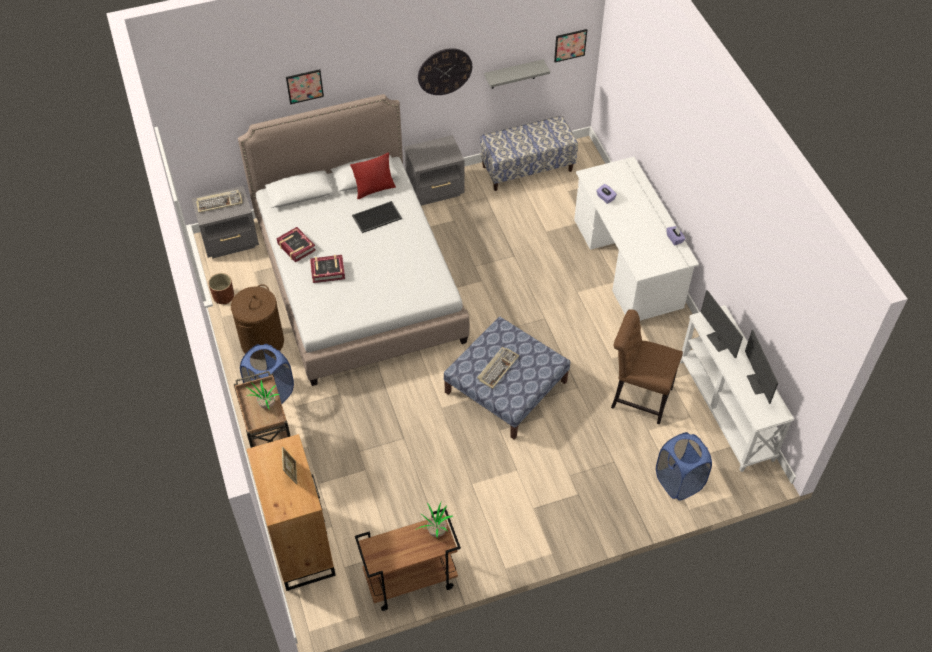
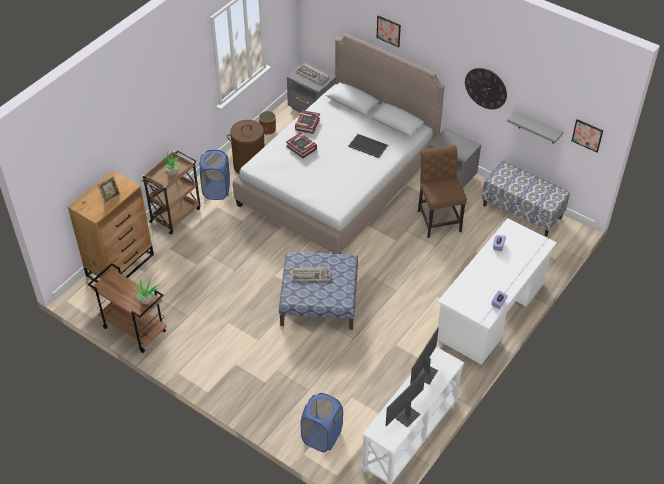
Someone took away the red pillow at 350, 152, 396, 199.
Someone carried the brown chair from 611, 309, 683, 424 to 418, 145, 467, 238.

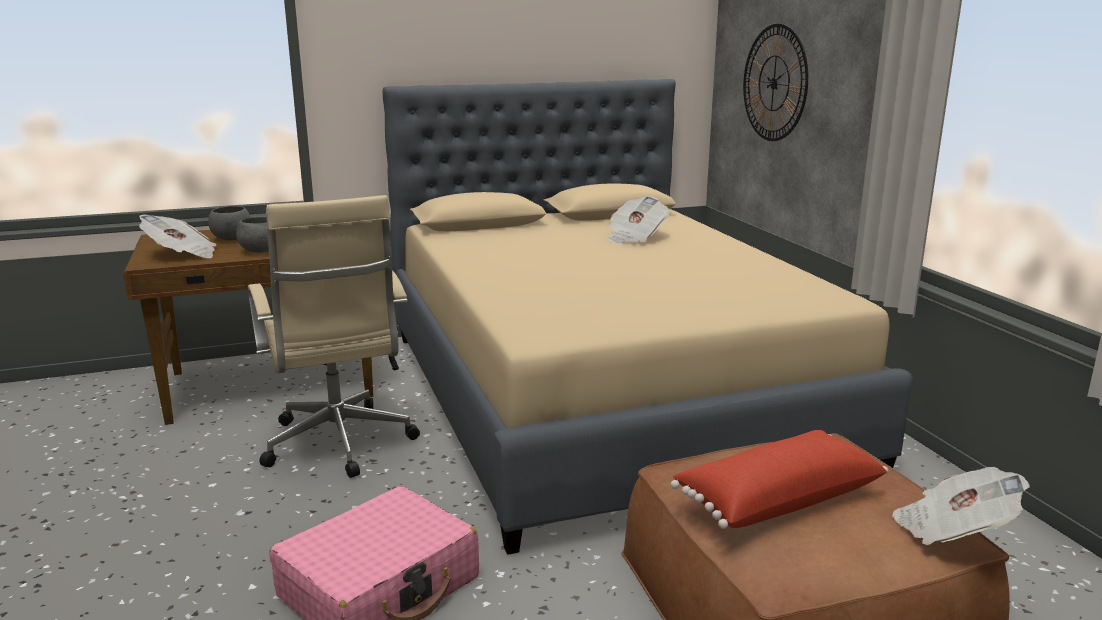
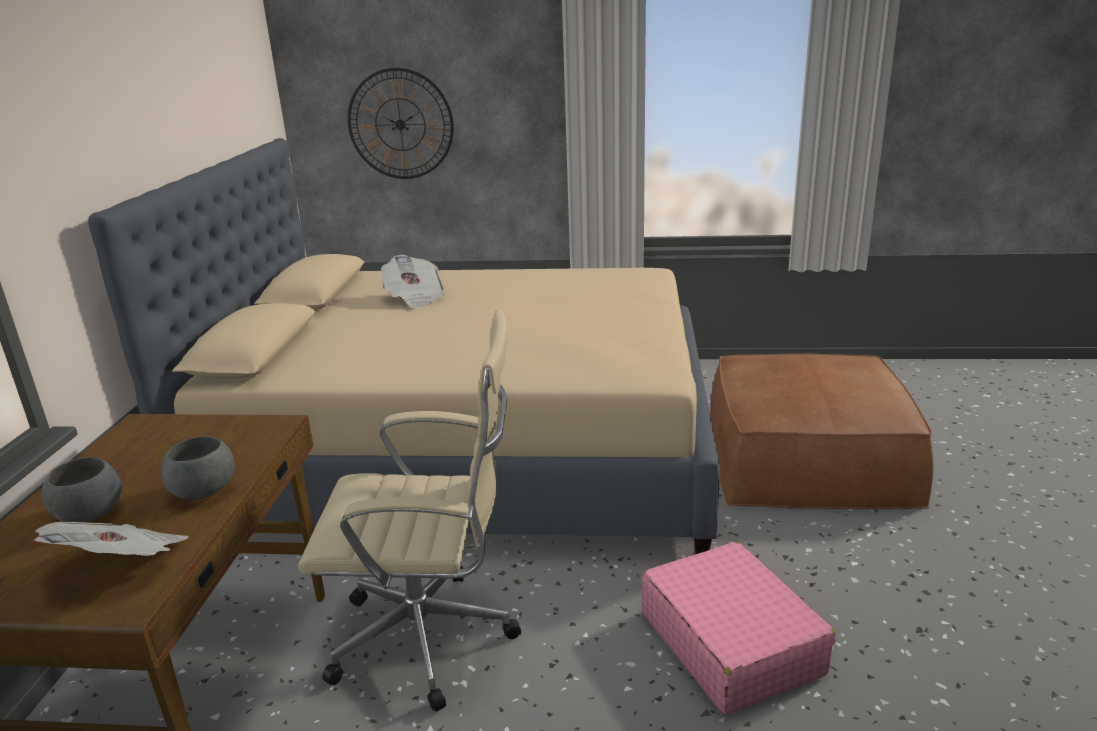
Someone took away the red pillow at 671, 430, 889, 529.
Someone took away the newspaper at 892, 467, 1030, 545.

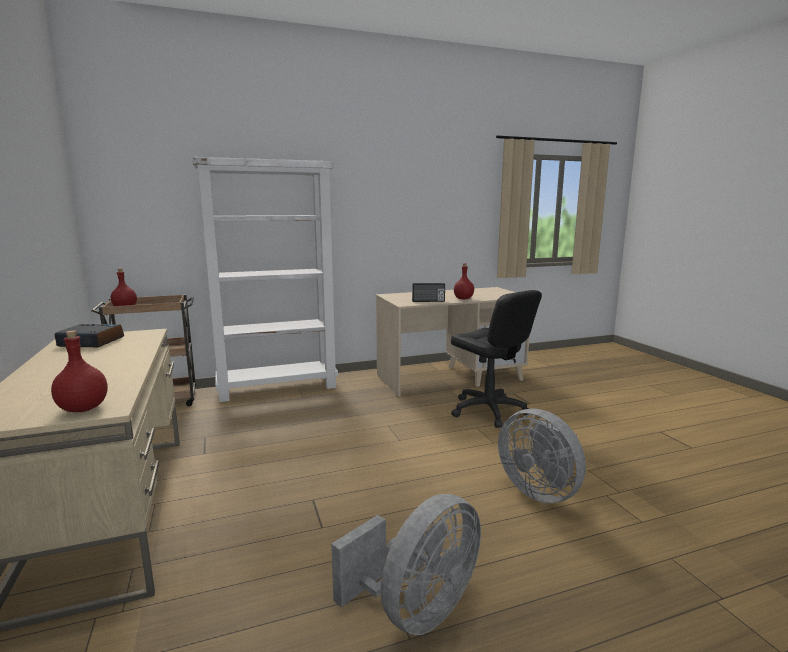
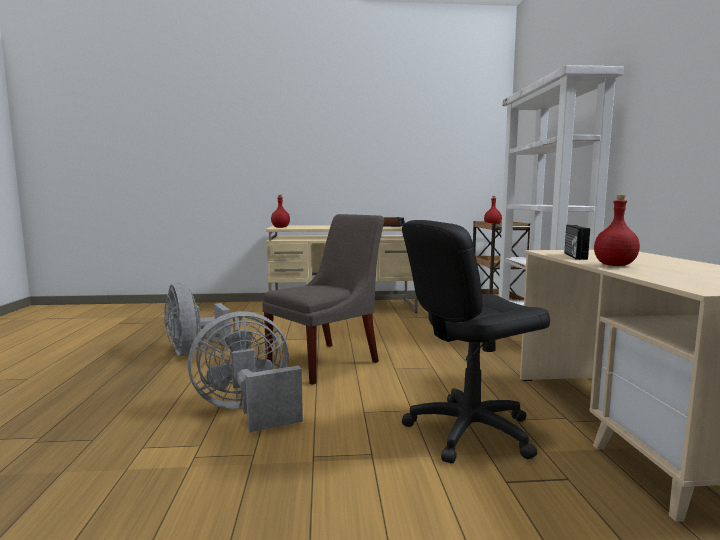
Someone put down the grey chair at 262, 214, 384, 385.

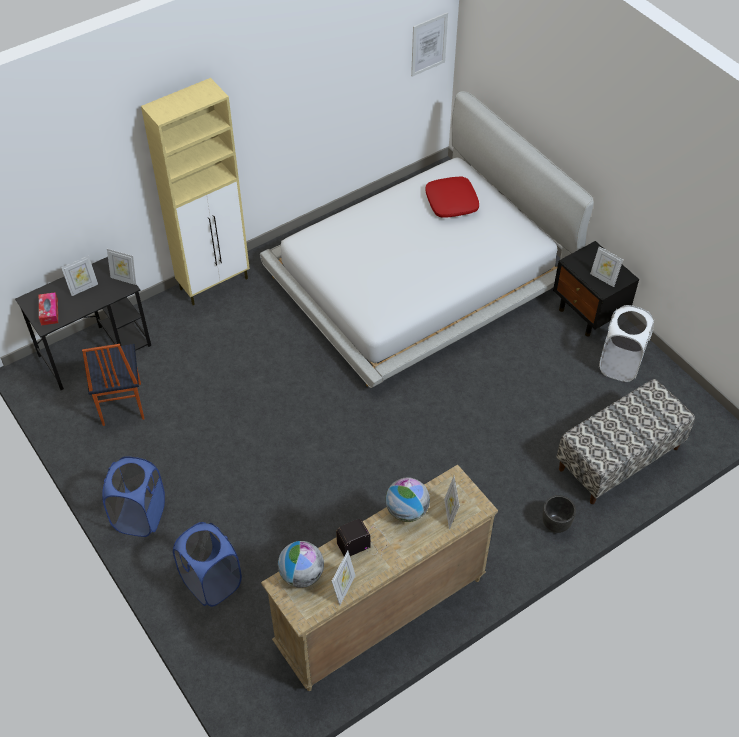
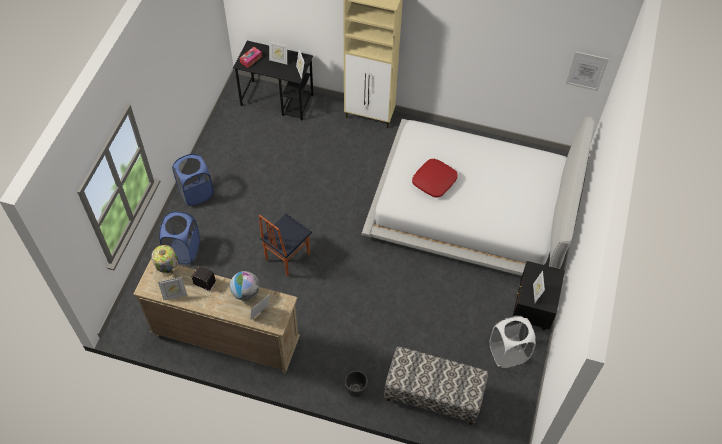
Someone carried the chair from 82, 344, 144, 426 to 259, 214, 312, 277.
Someone carried the red pillow from 425, 177, 479, 218 to 412, 159, 458, 198.
Someone swapped the globe at 278, 541, 324, 588 for the table lamp at 151, 245, 178, 277.

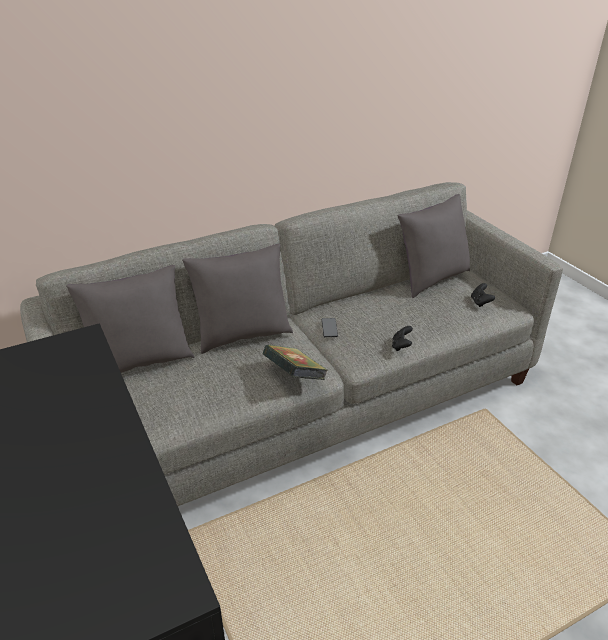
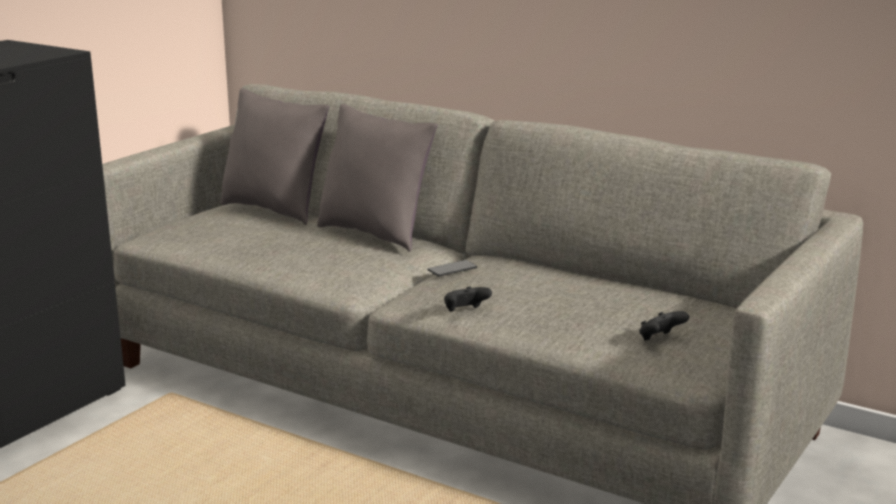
Someone took away the book at 263, 345, 328, 380.
Someone took away the grey pillow at 397, 194, 470, 298.

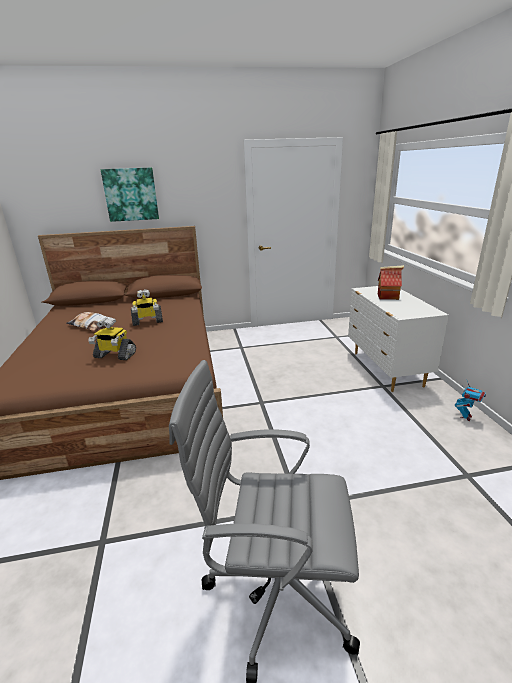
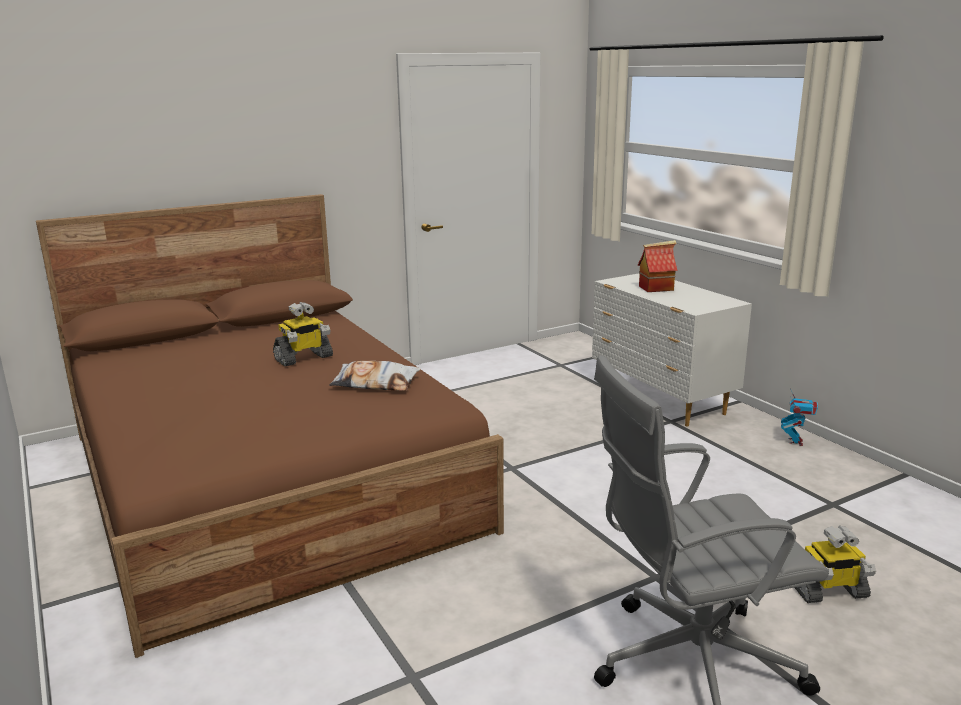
Someone took away the picture at 101, 168, 159, 222.
Someone carried the pillow from 66, 312, 110, 331 to 329, 361, 420, 391.
Someone carried the toy robot from 88, 317, 136, 360 to 794, 525, 876, 603.

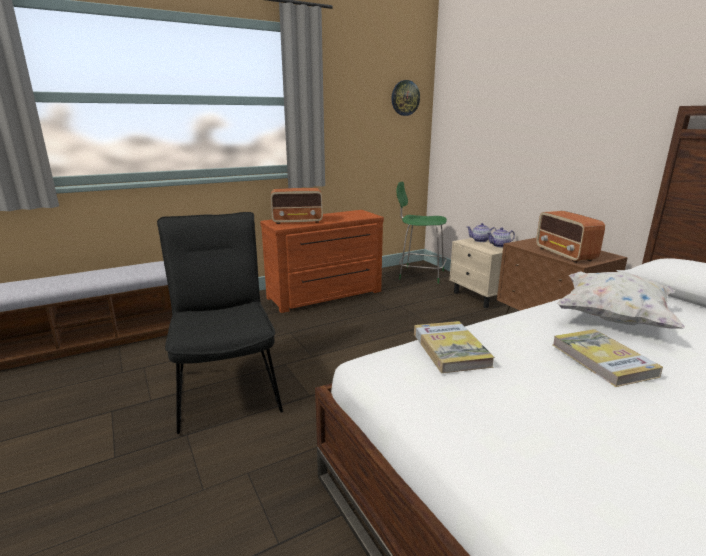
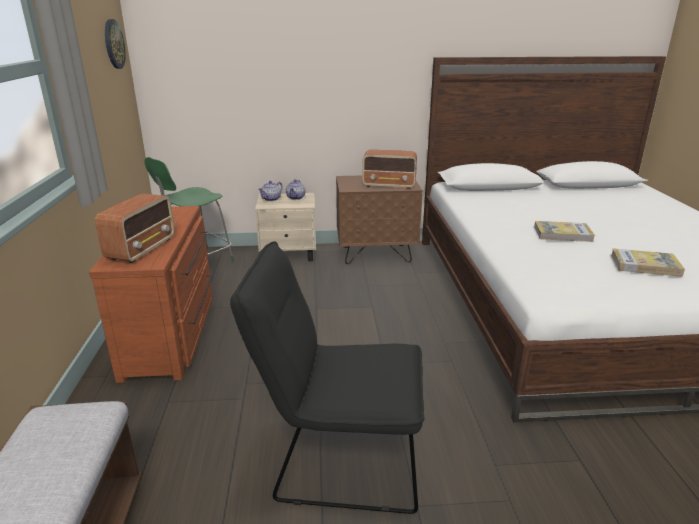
Someone took away the white pillow at 556, 271, 685, 329.
Someone carried the book from 414, 321, 495, 373 to 611, 248, 685, 277.

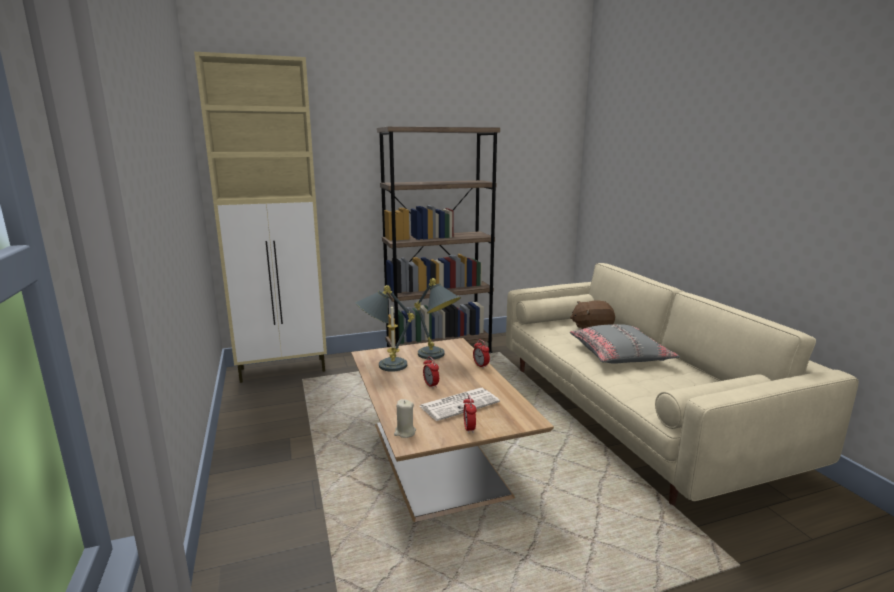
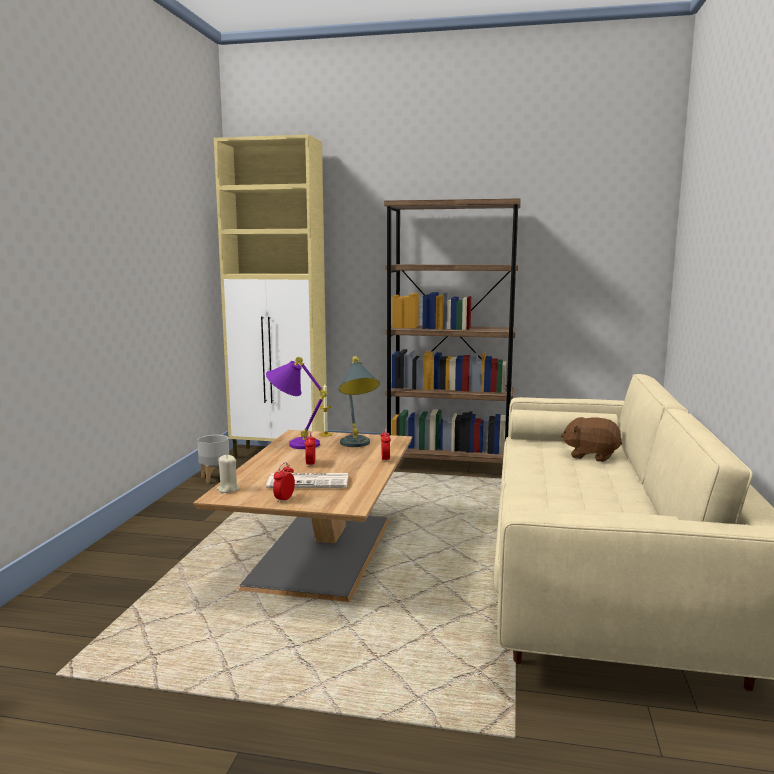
Someone took away the grey pillow at 570, 324, 680, 364.
Someone put down the grey planter at 197, 435, 229, 483.
Someone repainted the grey table lamp at 355, 285, 415, 372, which became the purple table lamp at 266, 357, 328, 449.

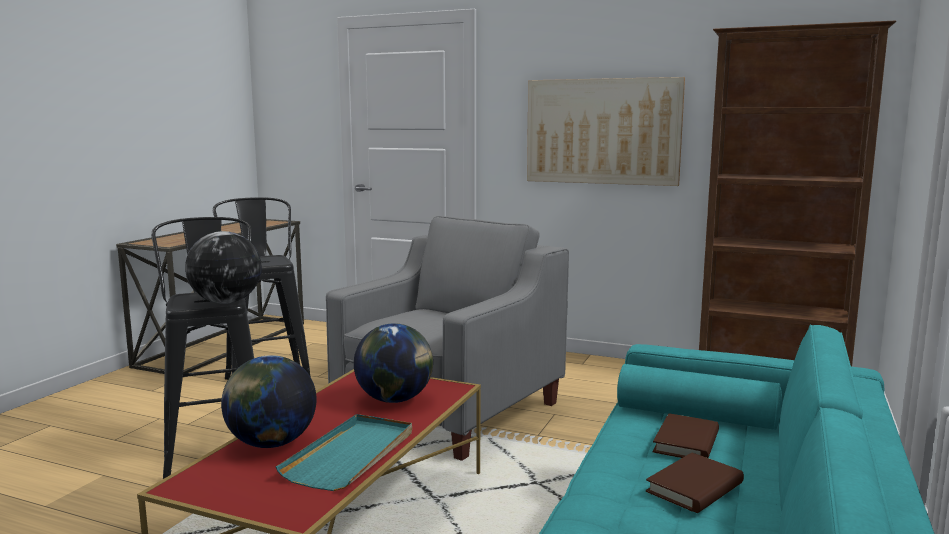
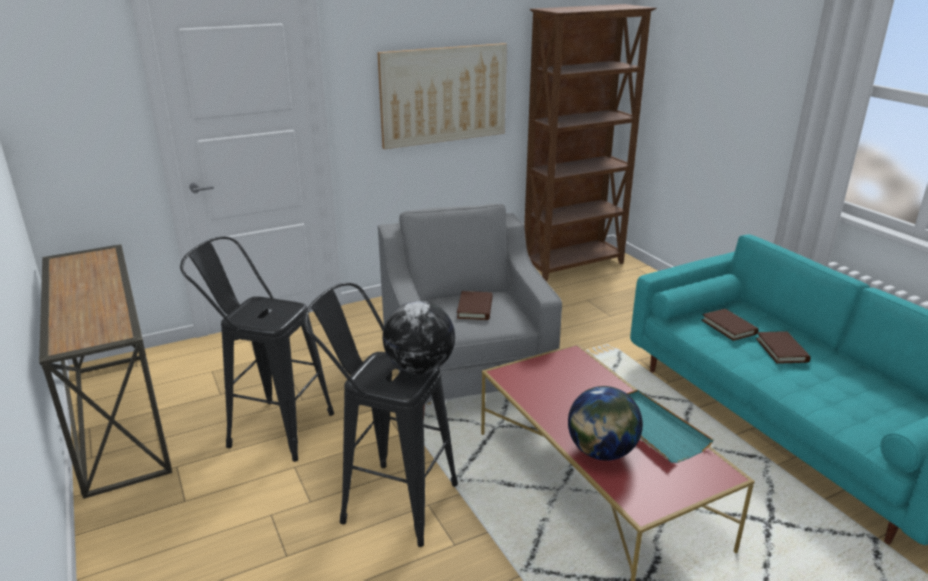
Someone took away the globe at 354, 323, 433, 403.
Someone put down the brown book at 457, 291, 493, 320.

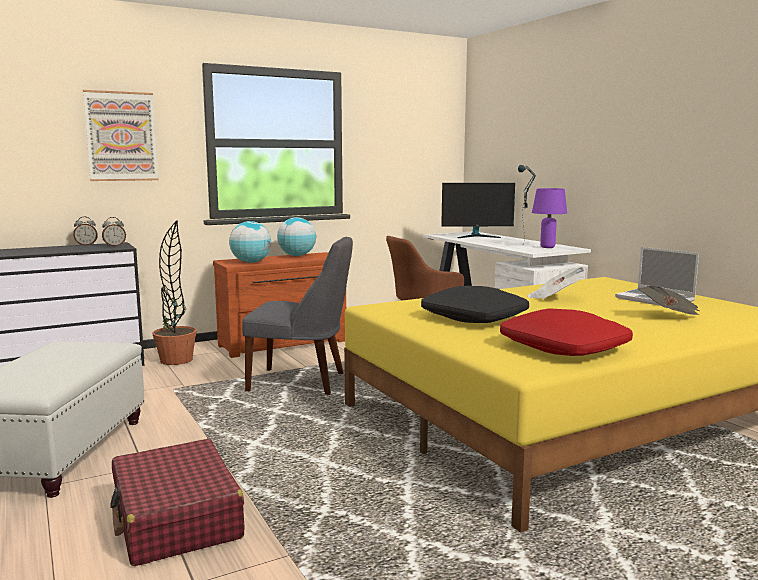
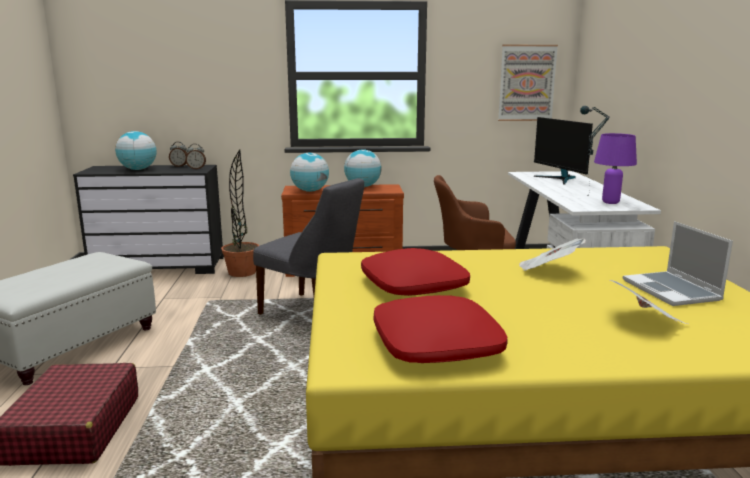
Someone put down the globe at 115, 131, 157, 170.
Someone carried the picture from 83, 90, 158, 181 to 498, 45, 558, 121.
Someone repainted the black pillow at 421, 286, 529, 323, which became the red pillow at 361, 248, 470, 296.
Someone rotated the monitor at 441, 183, 515, 238 by 45 degrees clockwise.

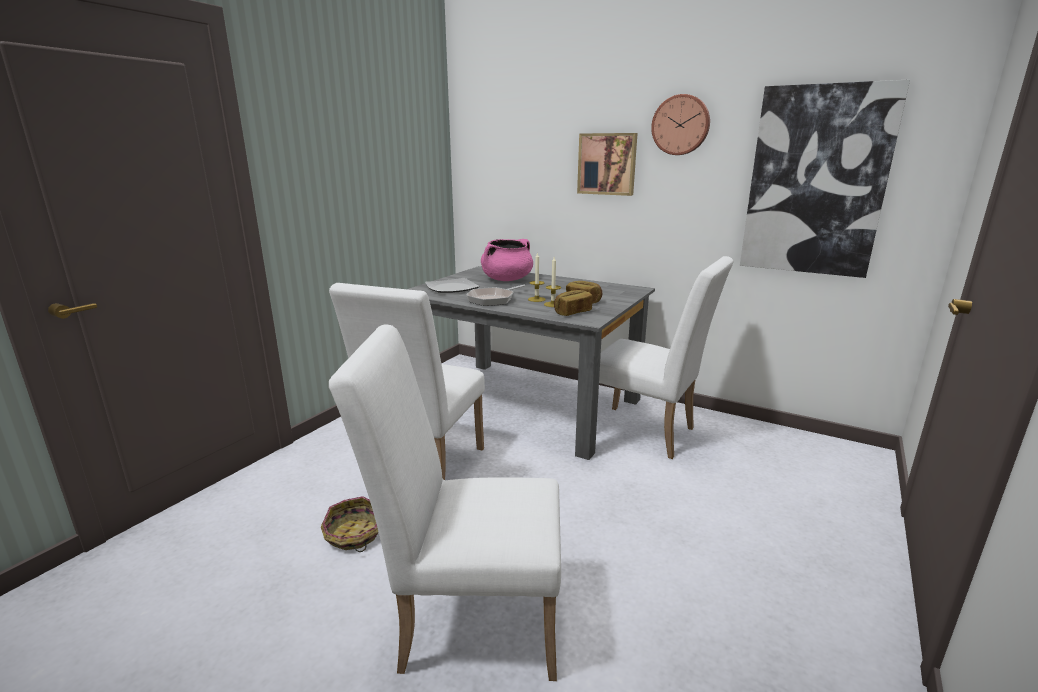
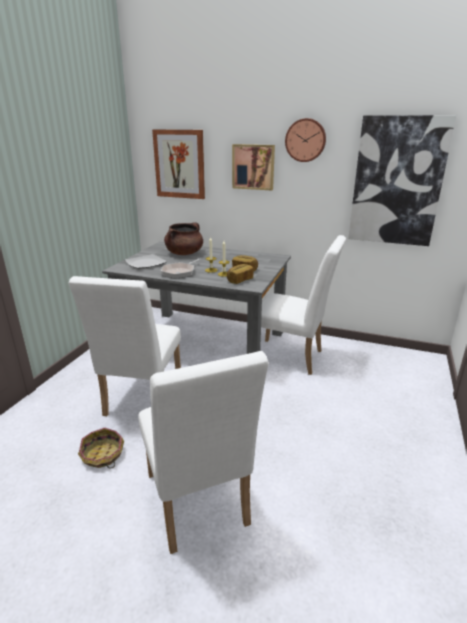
Someone put up the picture at 152, 129, 205, 199.
Someone repainted the pink cooking pot at 481, 239, 533, 281, which became the brown cooking pot at 164, 222, 203, 255.
Someone rotated the white chair at 329, 325, 561, 681 by 105 degrees counterclockwise.

